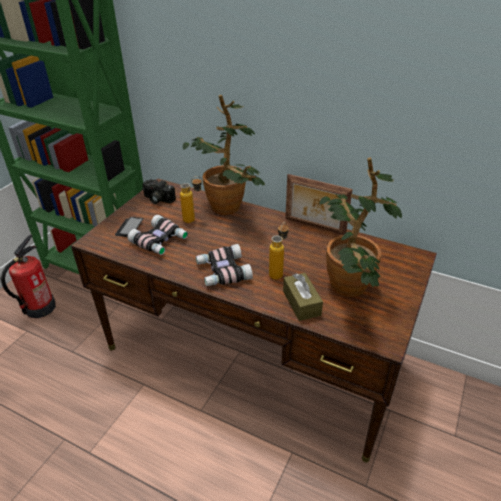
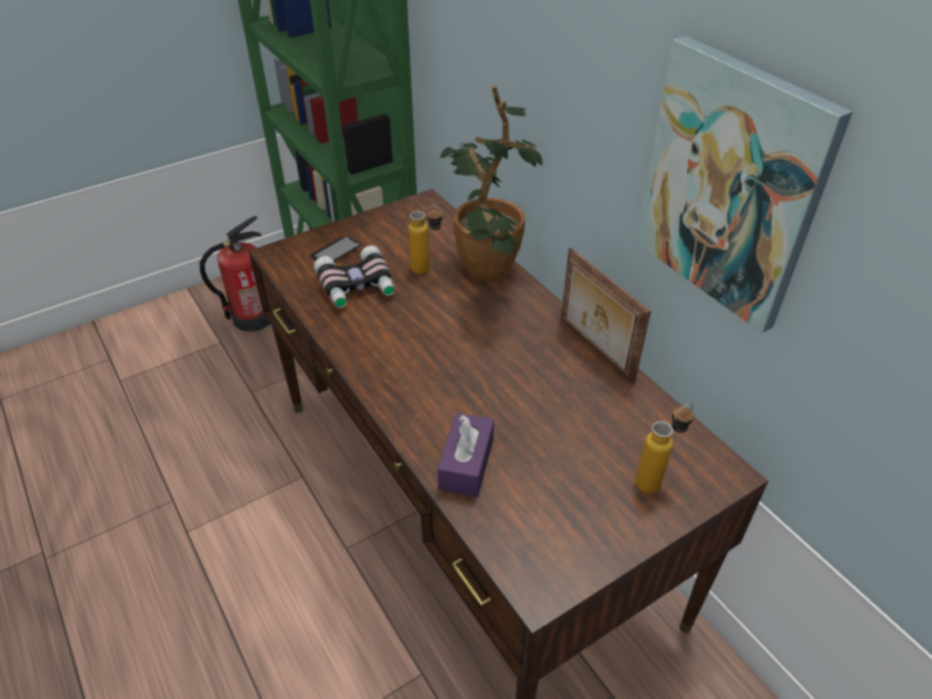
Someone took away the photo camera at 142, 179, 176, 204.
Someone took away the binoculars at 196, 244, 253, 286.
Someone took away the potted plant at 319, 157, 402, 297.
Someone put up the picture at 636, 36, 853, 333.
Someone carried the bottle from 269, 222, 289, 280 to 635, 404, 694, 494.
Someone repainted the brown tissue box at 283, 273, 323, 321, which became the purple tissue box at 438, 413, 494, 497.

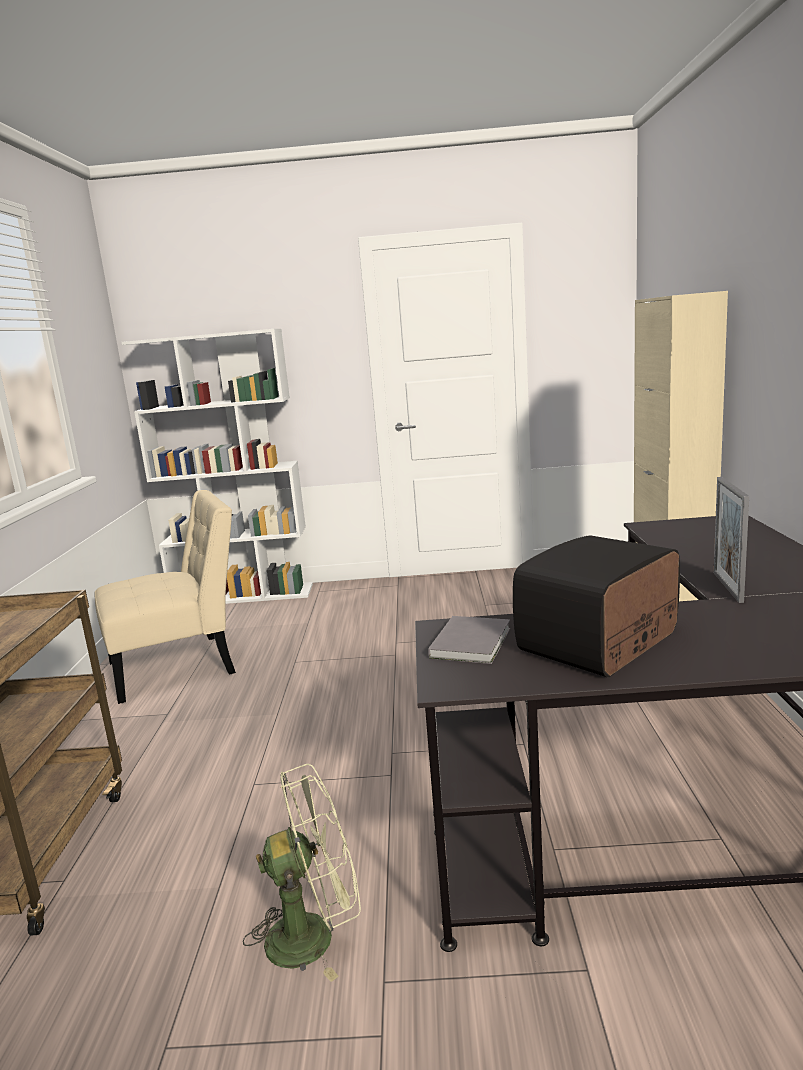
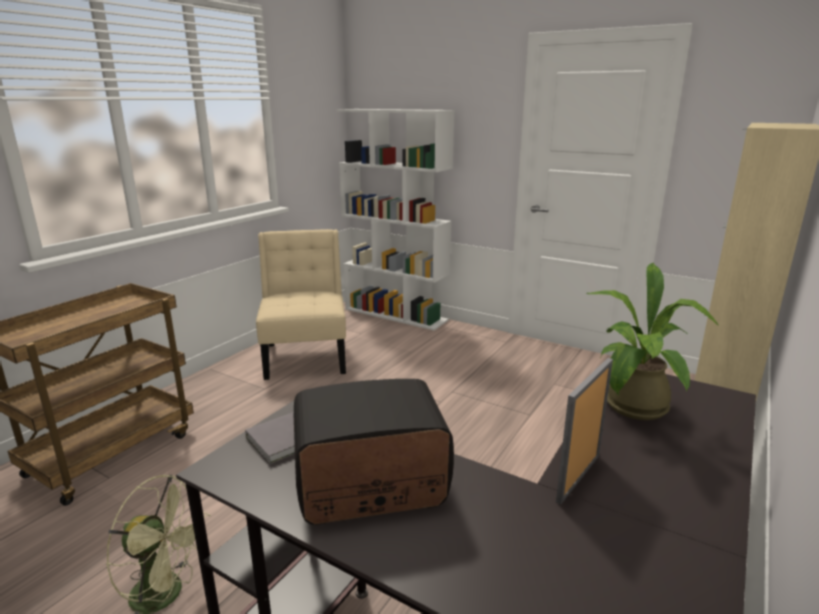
Someone put down the potted plant at 587, 263, 719, 420.
Someone rotated the beige chair at 95, 490, 236, 704 by 105 degrees counterclockwise.

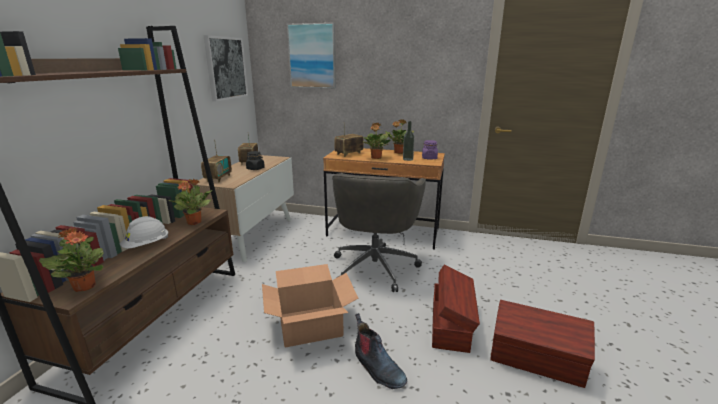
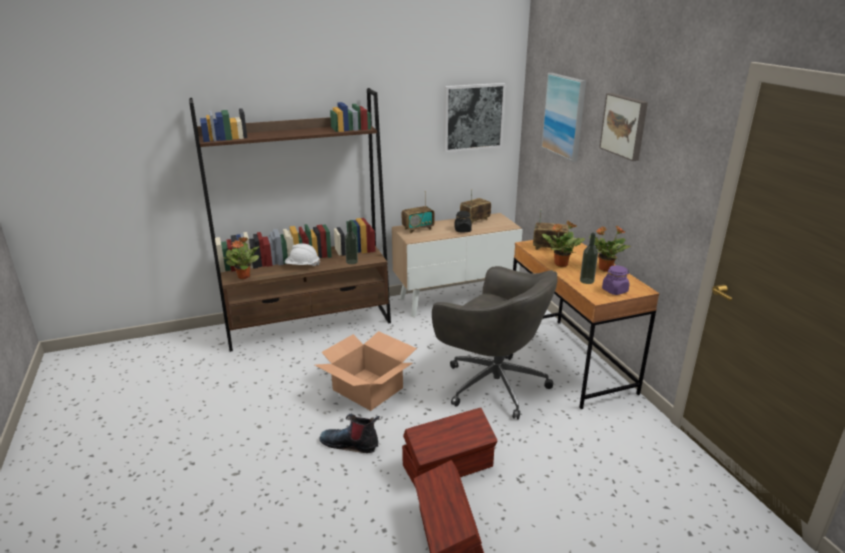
Someone put up the picture at 599, 93, 648, 161.
Someone swapped the potted plant at 168, 179, 212, 225 for the bottle at 345, 221, 358, 264.
Someone rotated the grey office chair at 332, 173, 426, 292 by 120 degrees counterclockwise.
Someone rotated the boot at 355, 313, 407, 389 by 90 degrees clockwise.

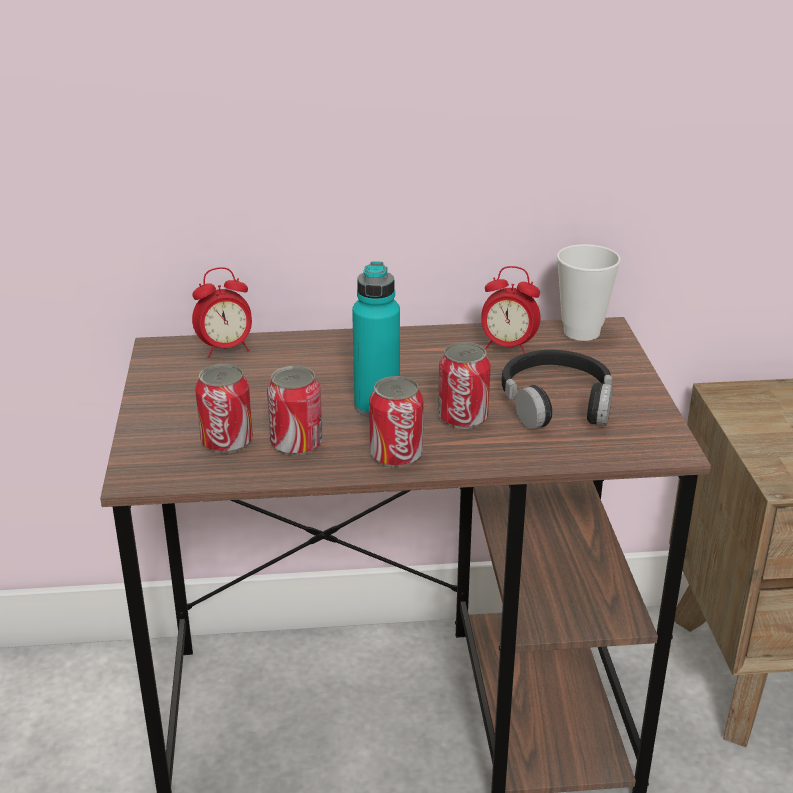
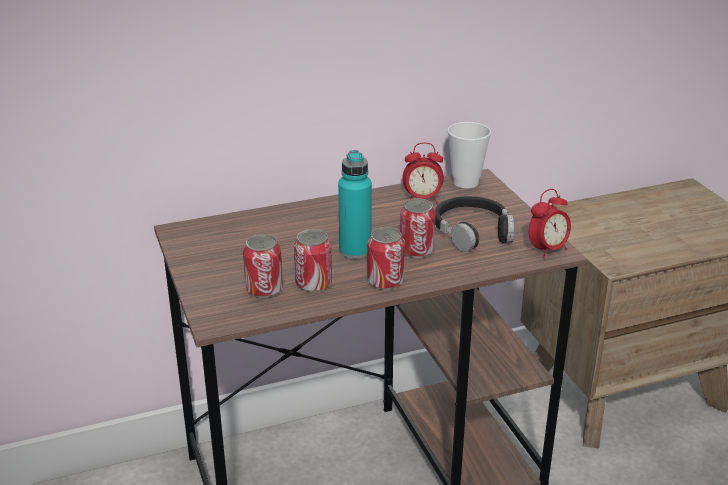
Someone carried the alarm clock from 192, 267, 252, 358 to 529, 189, 571, 258.

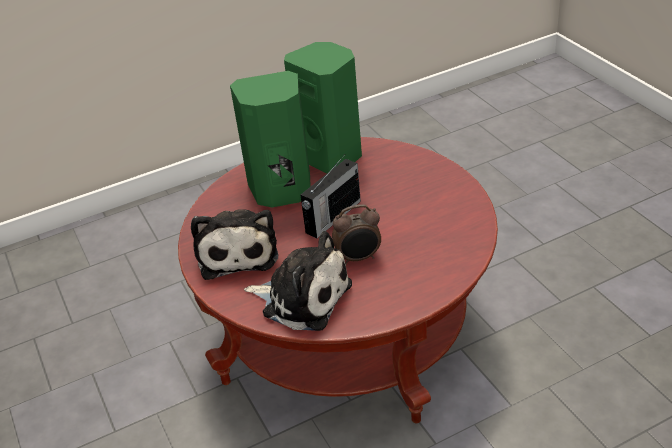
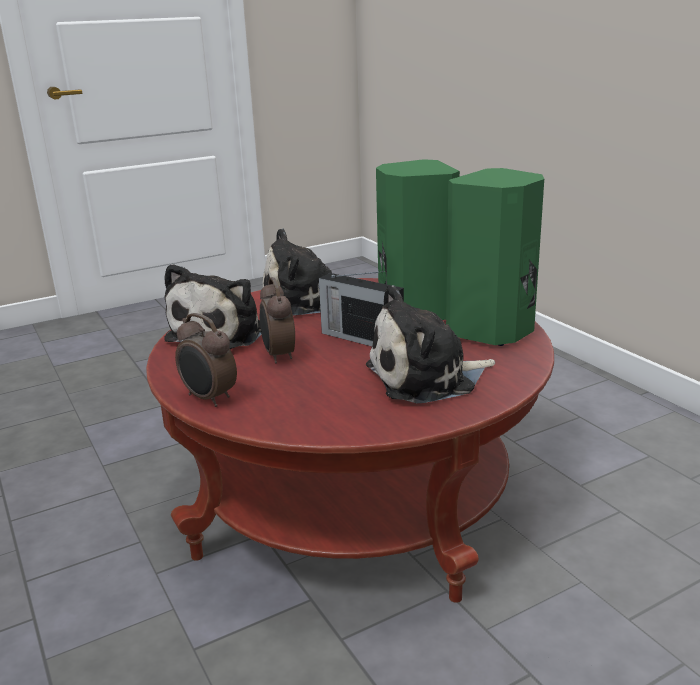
Someone put down the alarm clock at 175, 313, 237, 407.
Someone put down the plush toy at 366, 285, 495, 403.

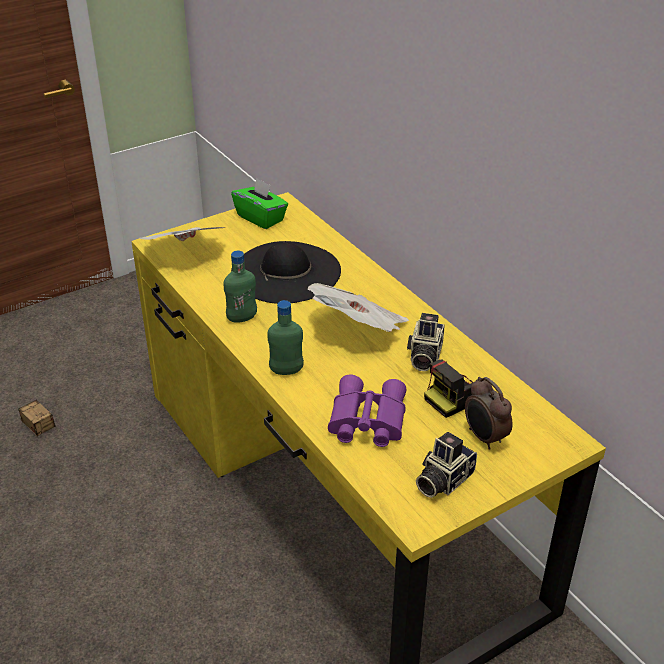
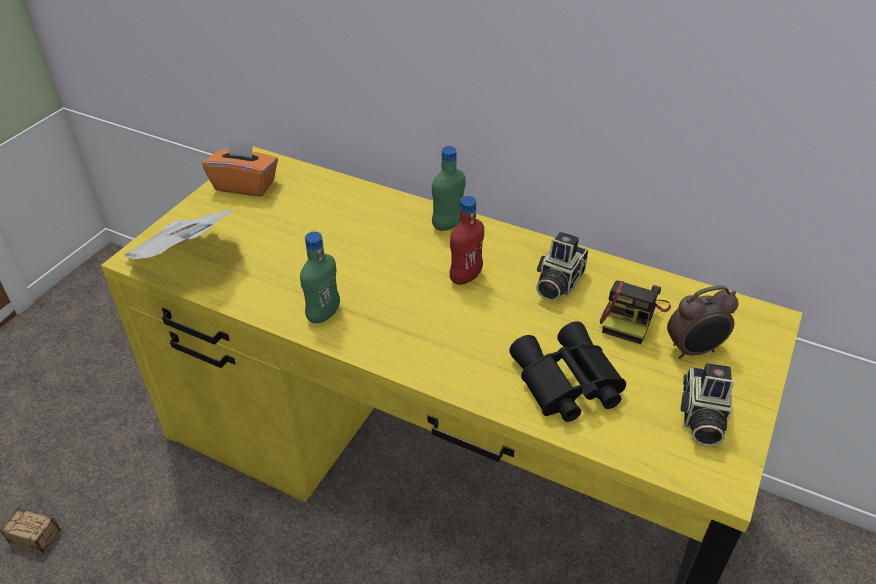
Someone took away the black hat at 231, 241, 341, 304.
Someone carried the green bottle from 267, 300, 304, 375 to 432, 146, 466, 231.
Someone swapped the newspaper at 308, 283, 409, 332 for the red bottle at 449, 196, 484, 285.
Someone repainted the green tissue box at 231, 177, 288, 229, which became the orange tissue box at 202, 137, 278, 197.
Someone repainted the purple binoculars at 328, 375, 407, 447, which became the black binoculars at 509, 321, 626, 422.
Someone rotated the photo camera at 407, 313, 444, 371 by 45 degrees clockwise.
Someone rotated the alarm clock at 465, 377, 512, 450 by 45 degrees counterclockwise.

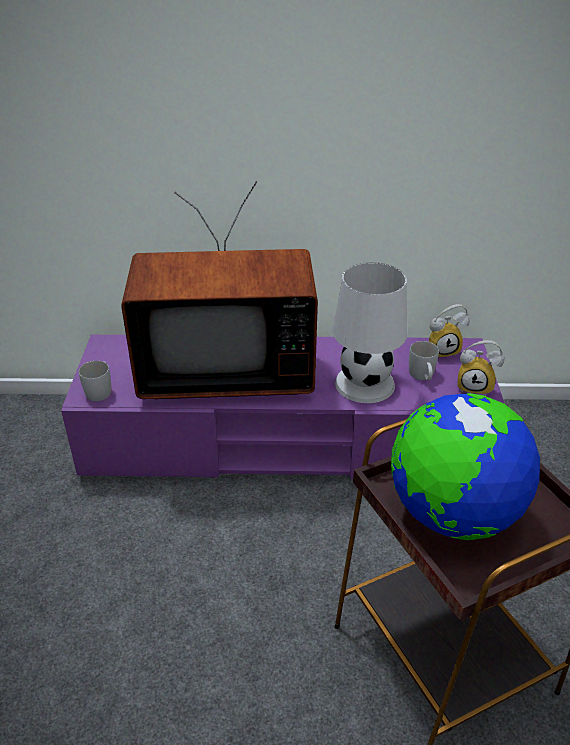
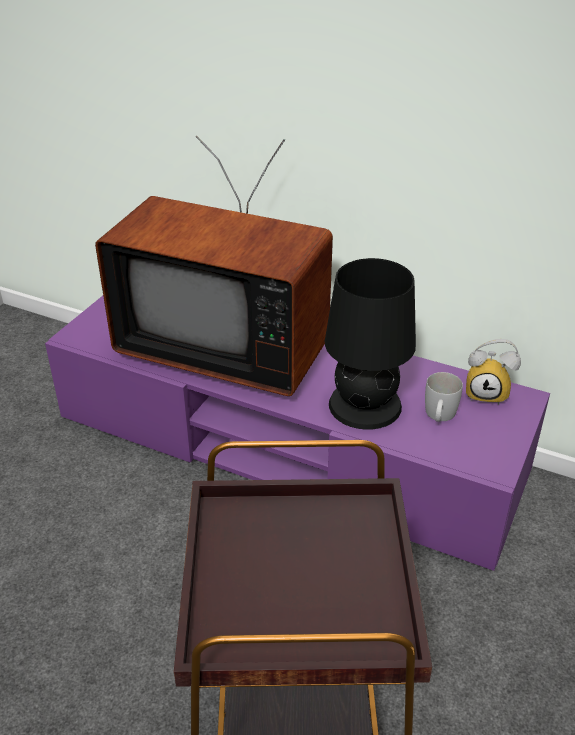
Someone took away the white mug at 79, 361, 111, 401.
Someone took away the globe at 391, 393, 540, 541.
Someone took away the alarm clock at 458, 340, 504, 395.
Someone repainted the white table lamp at 332, 262, 407, 403, which became the black table lamp at 325, 258, 416, 430.

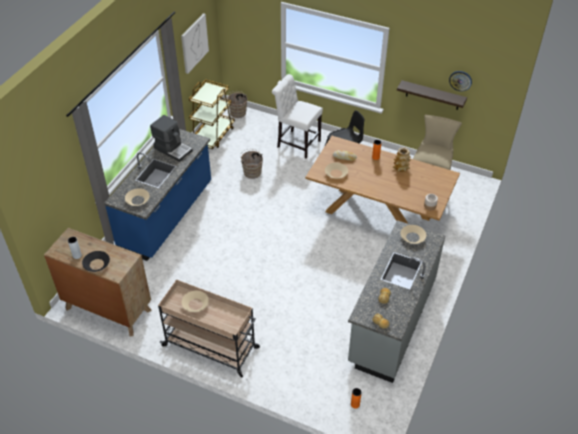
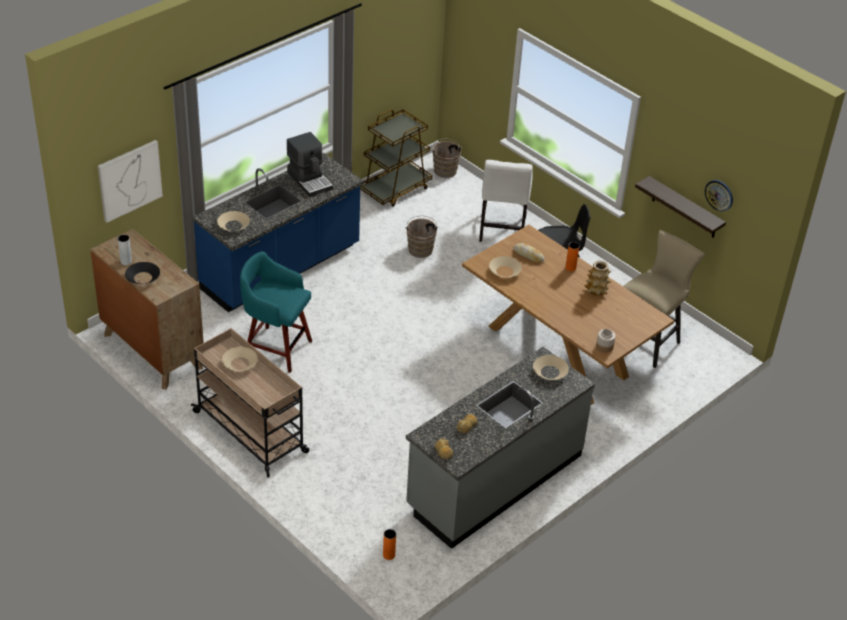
Someone put down the turquoise stool at 240, 251, 312, 373.
Someone carried the picture from 181, 13, 209, 74 to 98, 140, 163, 223.
Someone rotated the white chair at 272, 74, 323, 158 by 135 degrees counterclockwise.

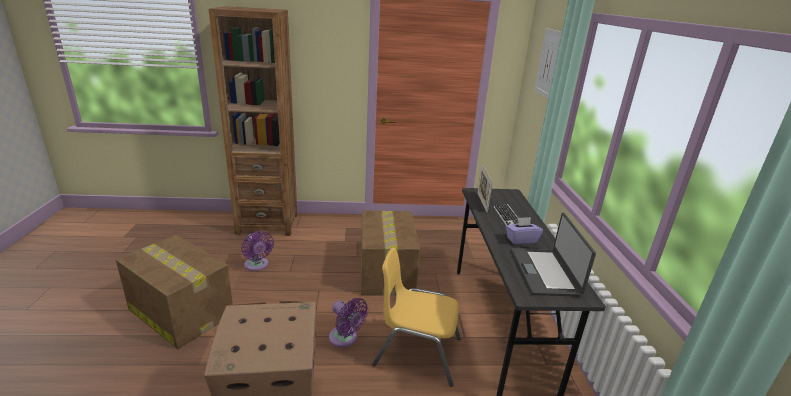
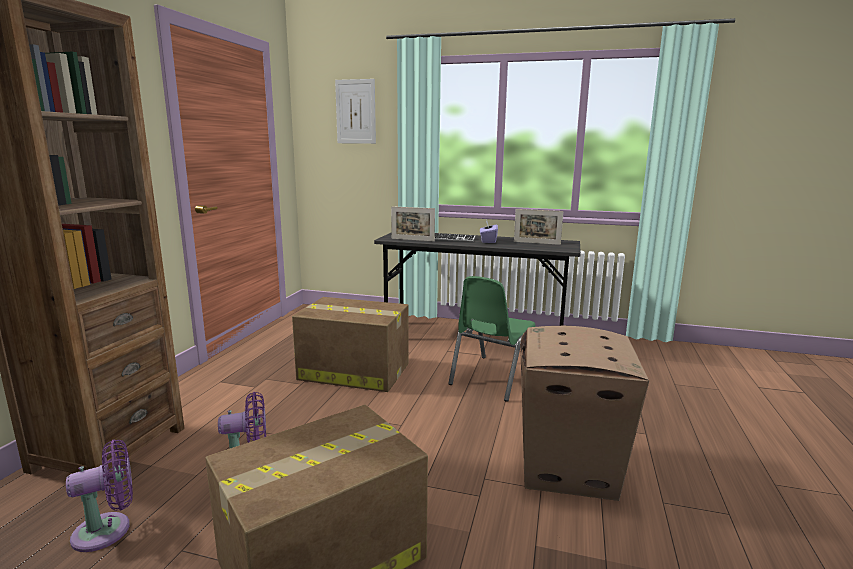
Someone carried the purple fan from 329, 298, 368, 348 to 66, 440, 133, 552.
Someone swapped the laptop at 511, 213, 596, 297 for the picture frame at 514, 209, 563, 245.
Someone repainted the yellow chair at 372, 248, 461, 387, which became the green chair at 448, 276, 536, 402.

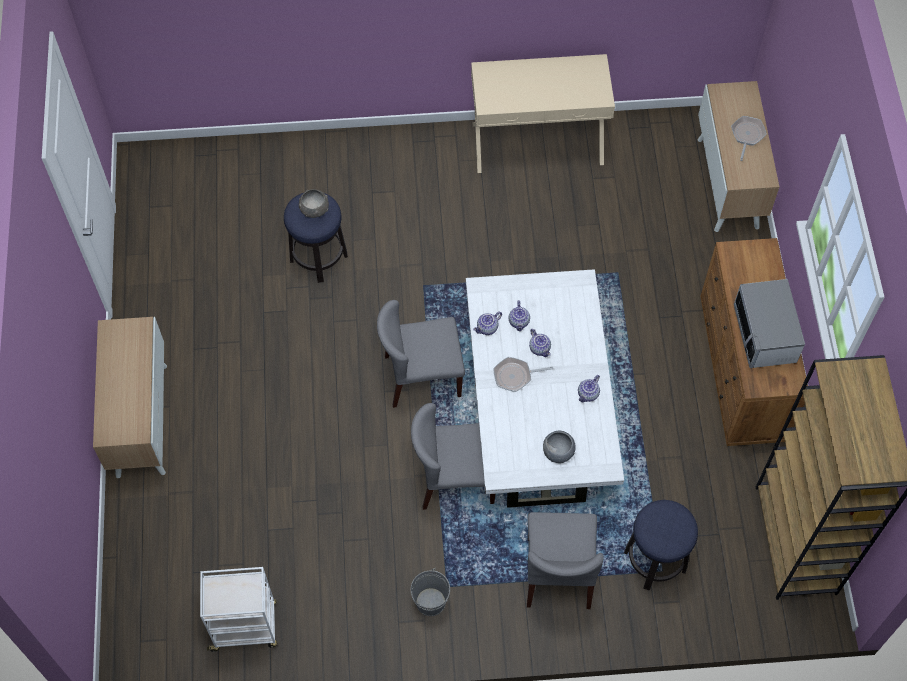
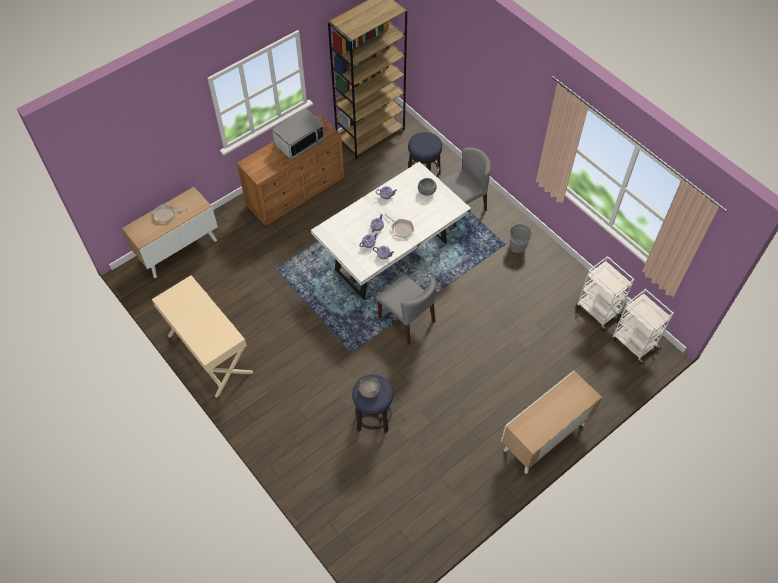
Someone took away the grey chair at 411, 403, 495, 510.
Someone put down the white cart at 612, 289, 674, 365.

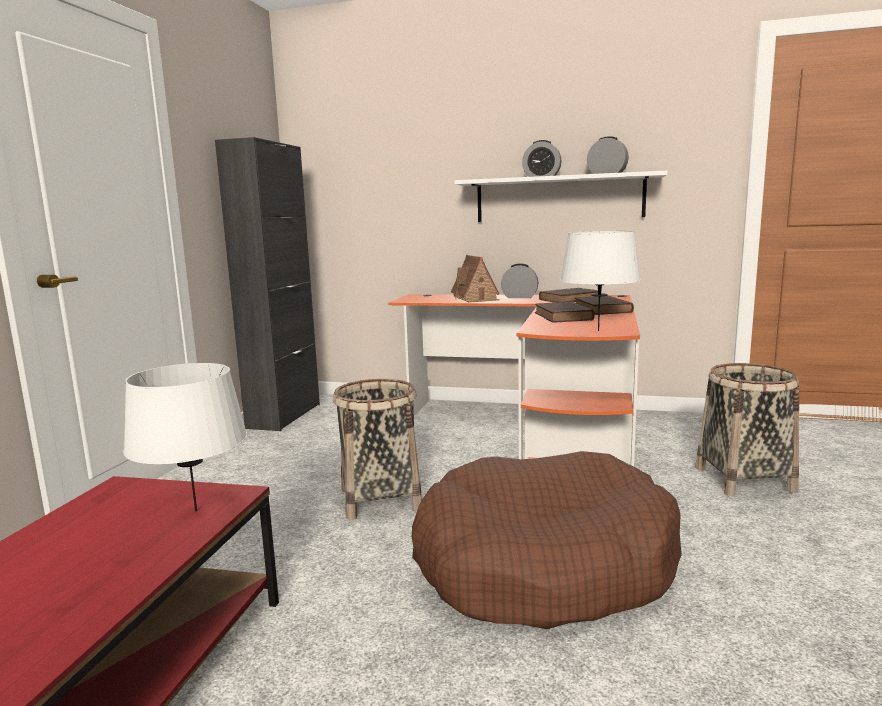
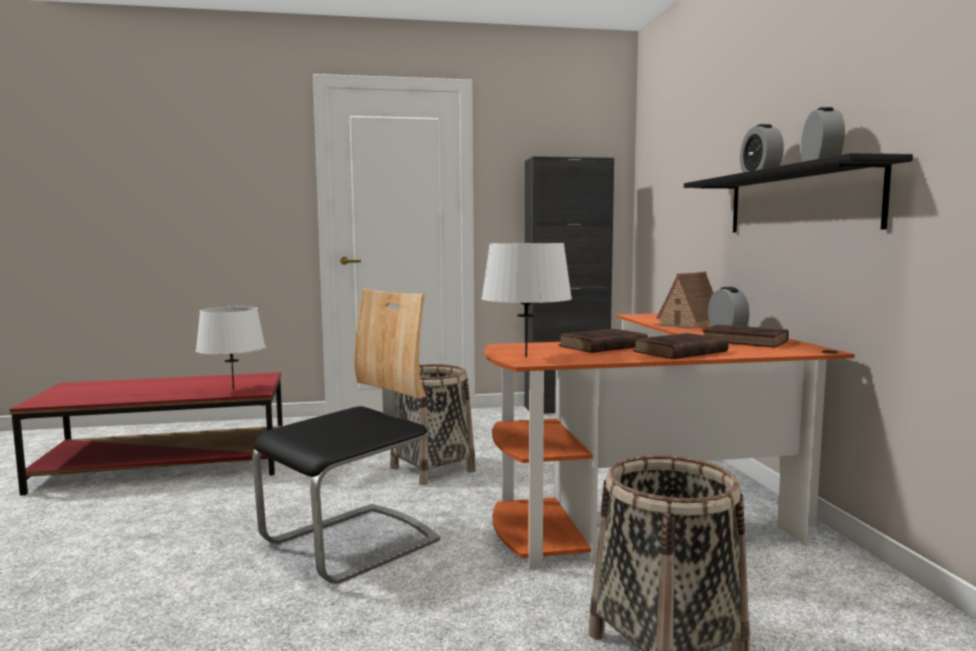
Someone swapped the brown dog bed at 412, 451, 682, 629 for the chair at 252, 289, 440, 584.
Someone repainted the white shelf at 454, 171, 668, 222, which became the black shelf at 684, 153, 913, 232.

